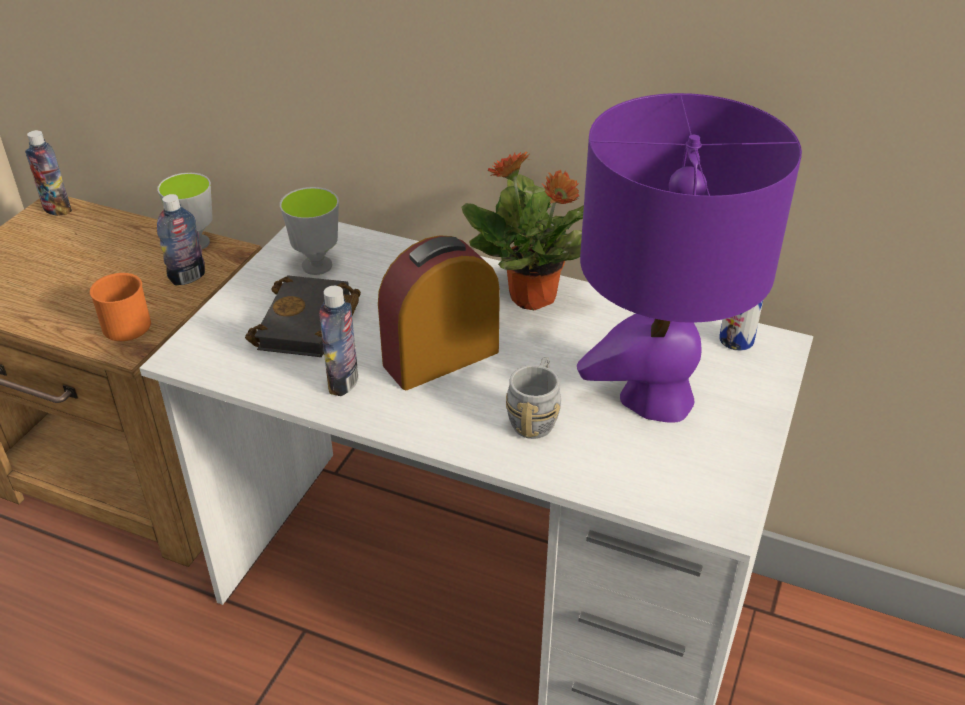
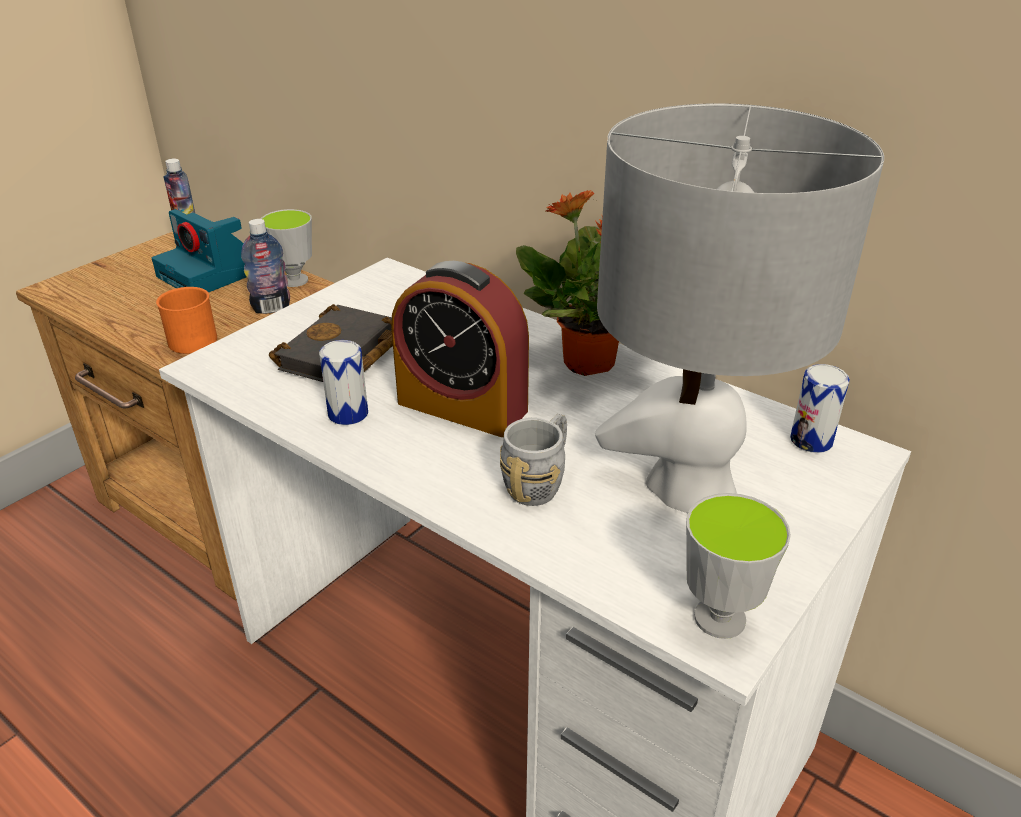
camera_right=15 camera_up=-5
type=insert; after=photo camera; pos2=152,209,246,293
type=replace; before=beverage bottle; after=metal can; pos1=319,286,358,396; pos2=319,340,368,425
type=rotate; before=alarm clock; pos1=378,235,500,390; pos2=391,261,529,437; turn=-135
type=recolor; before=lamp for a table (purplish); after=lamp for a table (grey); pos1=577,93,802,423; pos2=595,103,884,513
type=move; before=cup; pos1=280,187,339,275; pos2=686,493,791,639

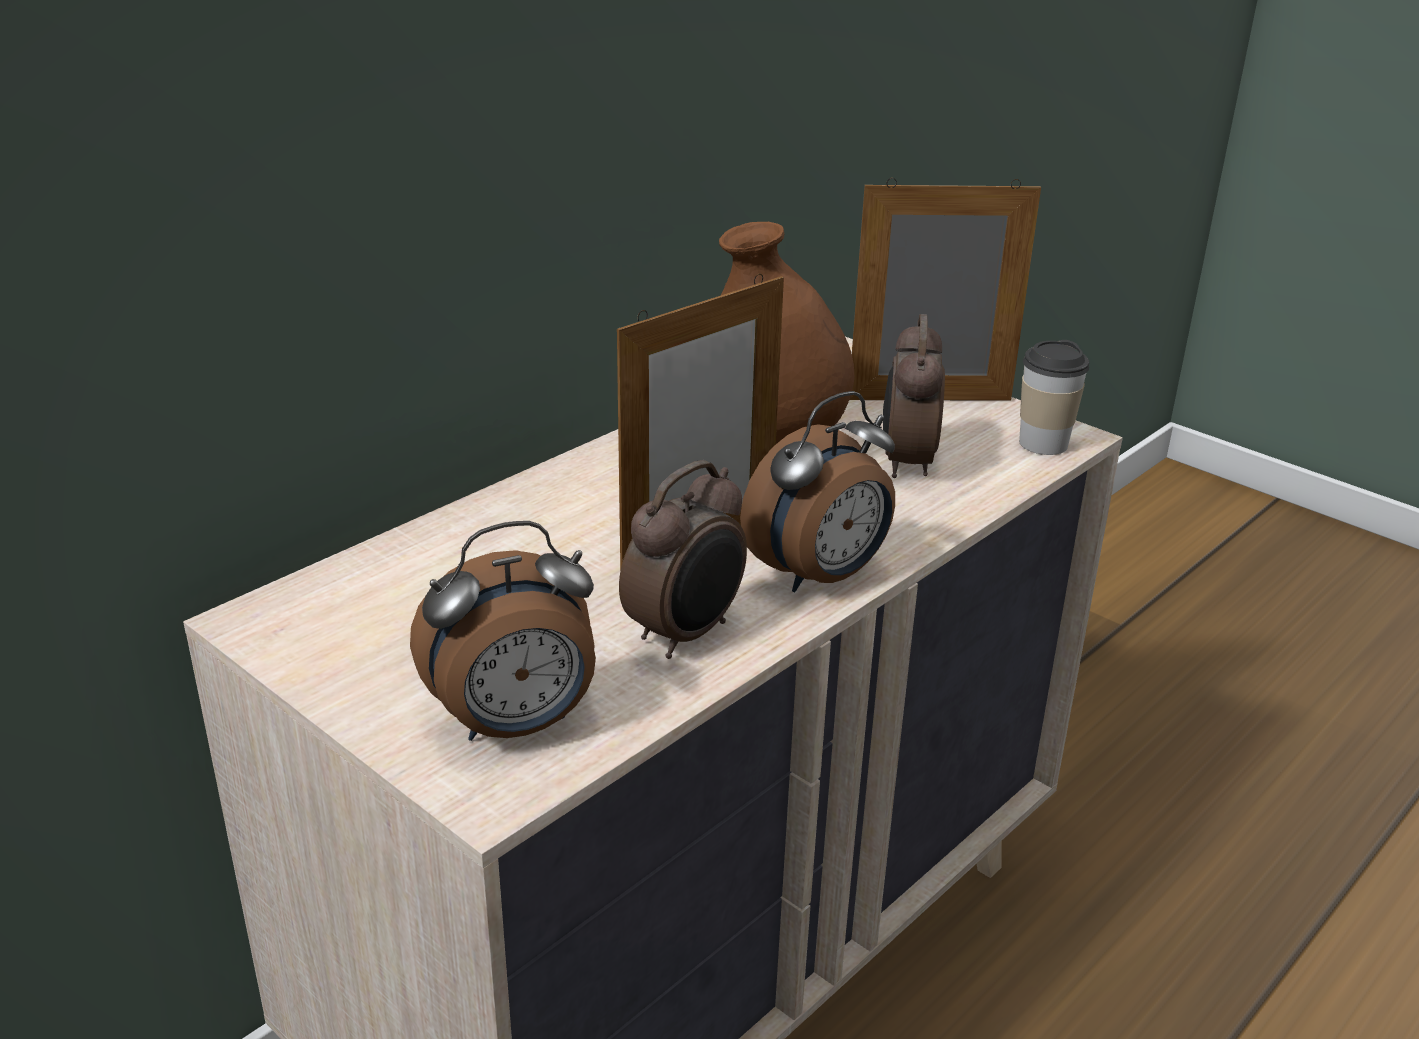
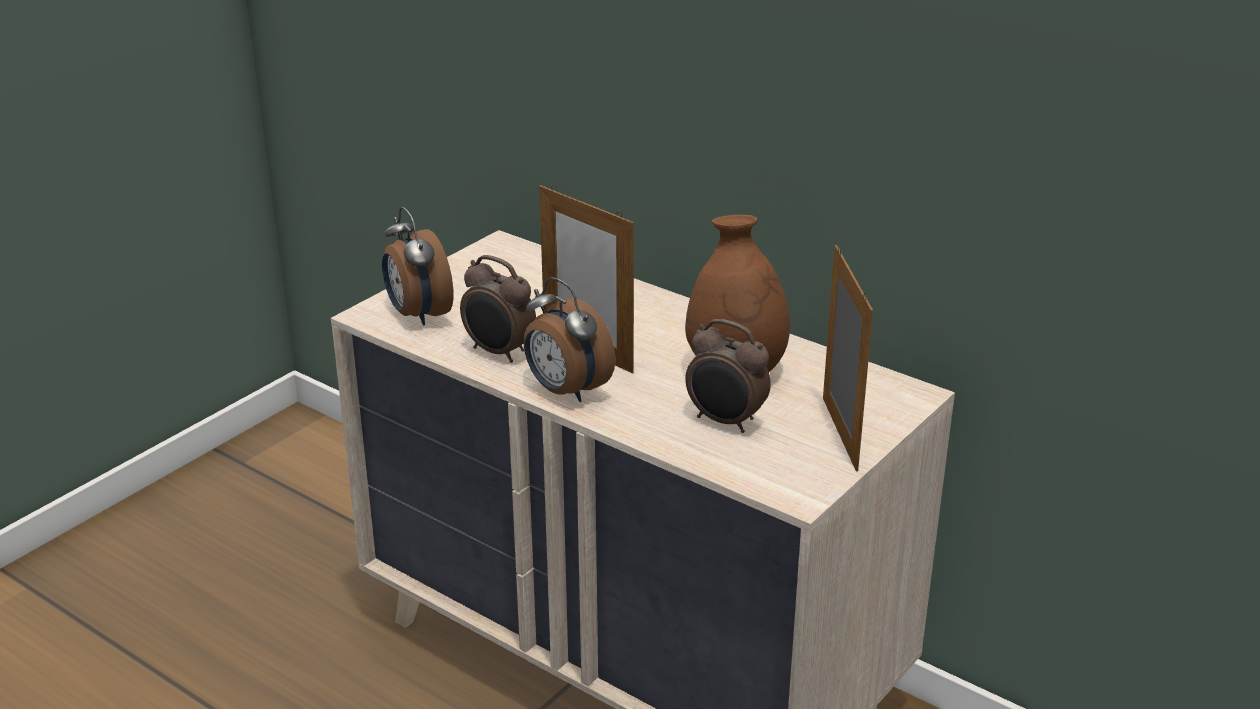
camera_right=85 camera_up=0
type=rotate; before=alarm clock; pos1=883,314,945,478; pos2=685,319,771,433; turn=-150
type=delete; before=cup; pos1=1019,340,1089,455

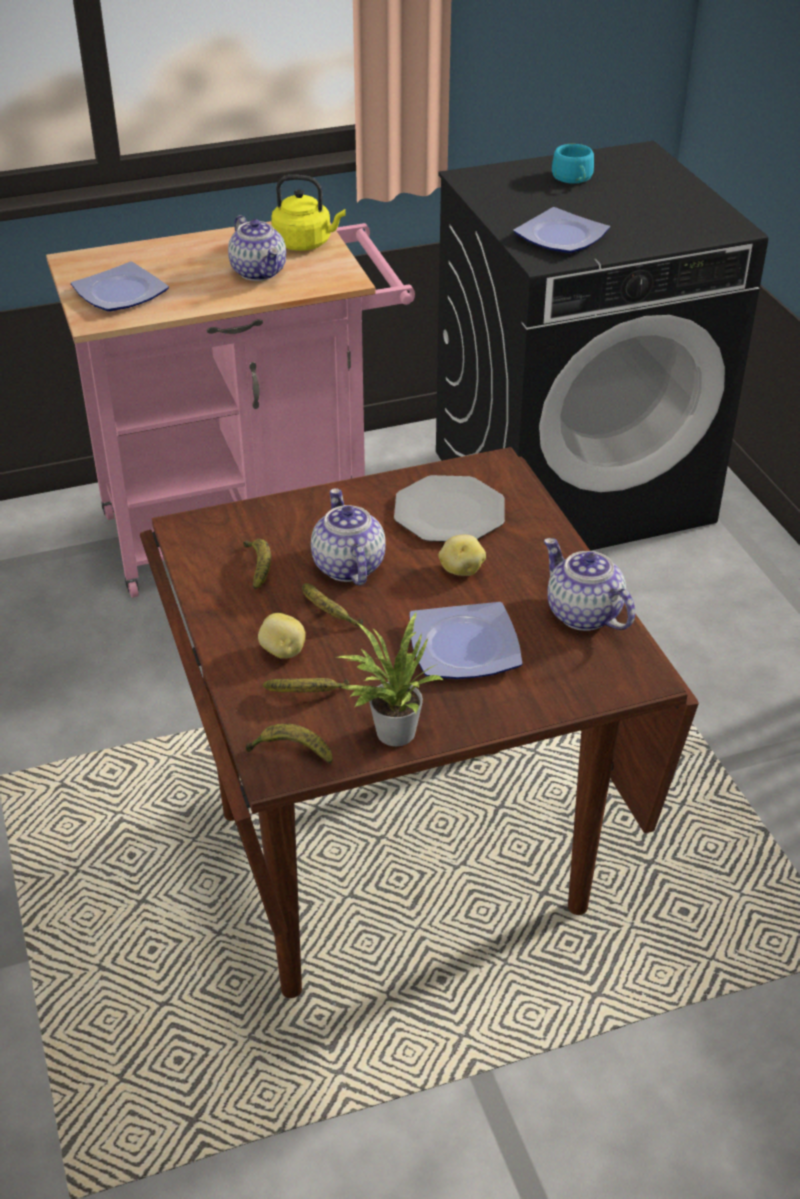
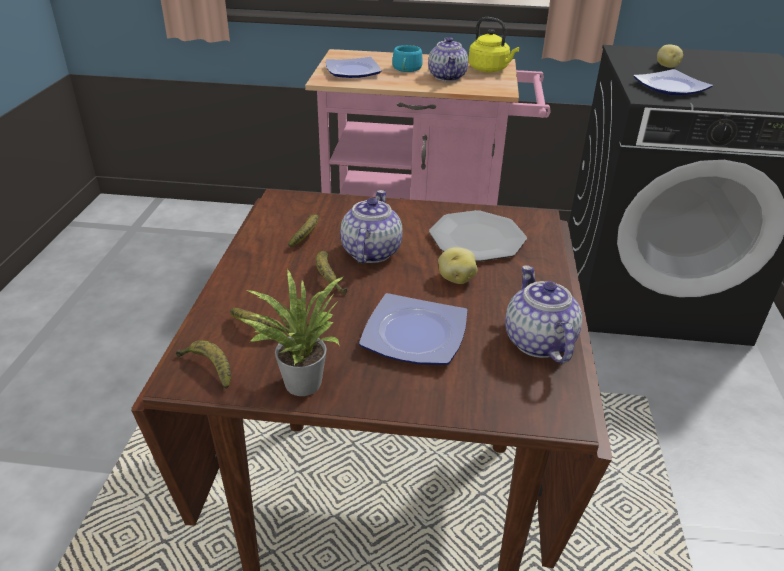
camera_right=25 camera_up=-5
type=move; before=cup (blue-green); pos1=552,144,594,184; pos2=392,45,423,72
type=move; before=whole potato; pos1=258,613,306,659; pos2=657,44,683,68

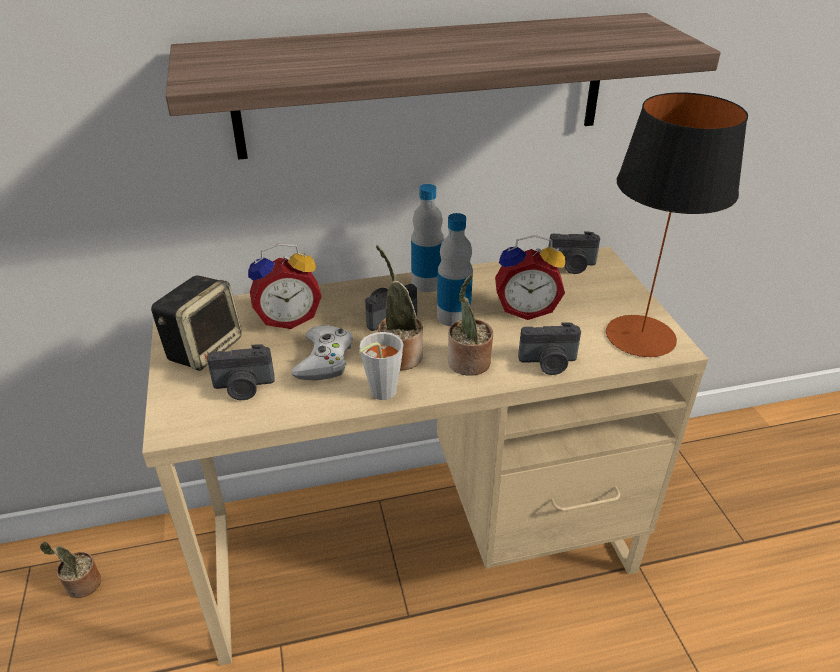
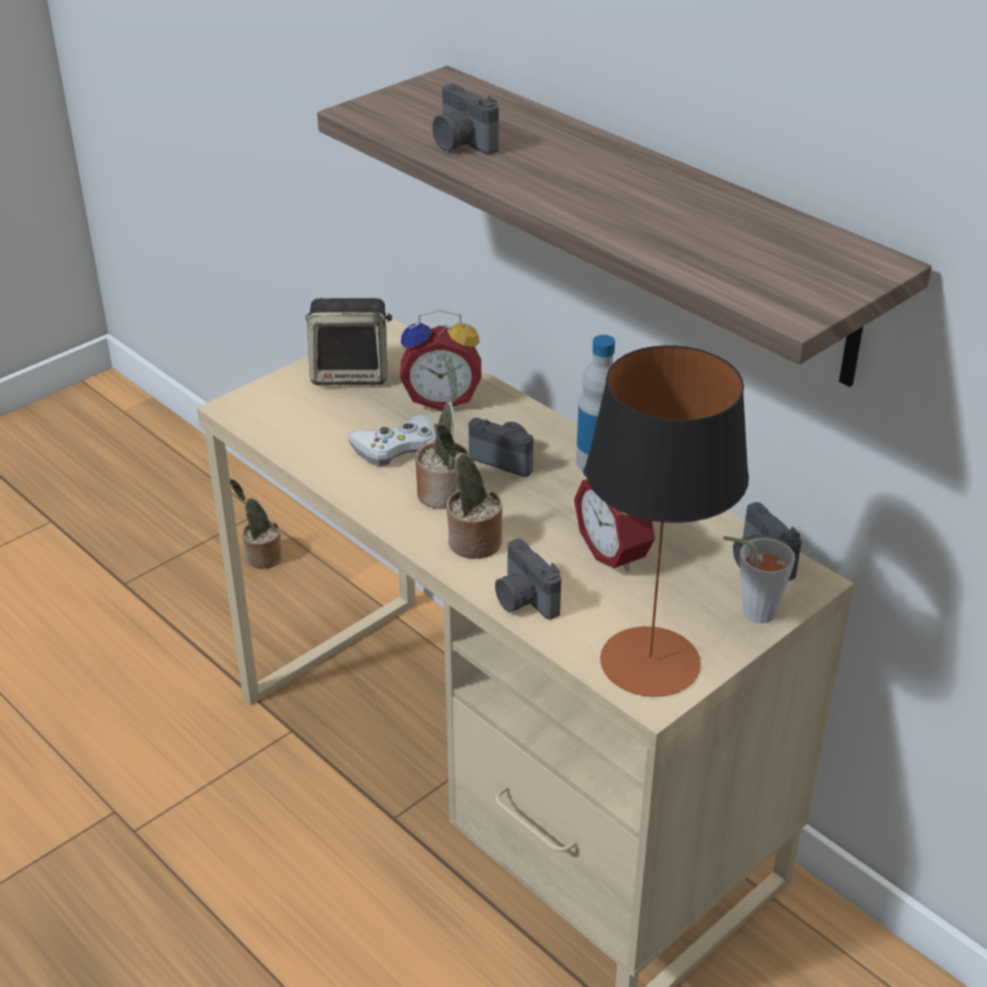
camera_right=60 camera_up=0
type=rotate; before=alarm clock; pos1=248,243,322,329; pos2=400,309,481,411; turn=-45
type=move; before=photo camera; pos1=207,344,275,400; pos2=432,84,499,154
type=move; before=cup (grey); pos1=358,332,403,400; pos2=723,536,795,623
type=delete; before=beverage bottle; pos1=437,213,473,326

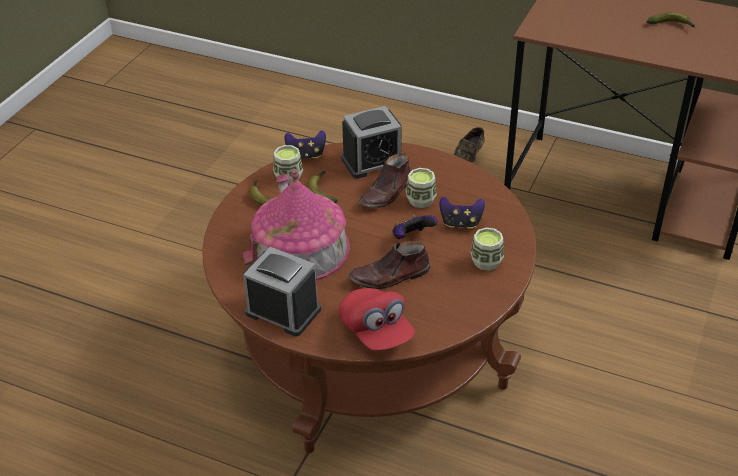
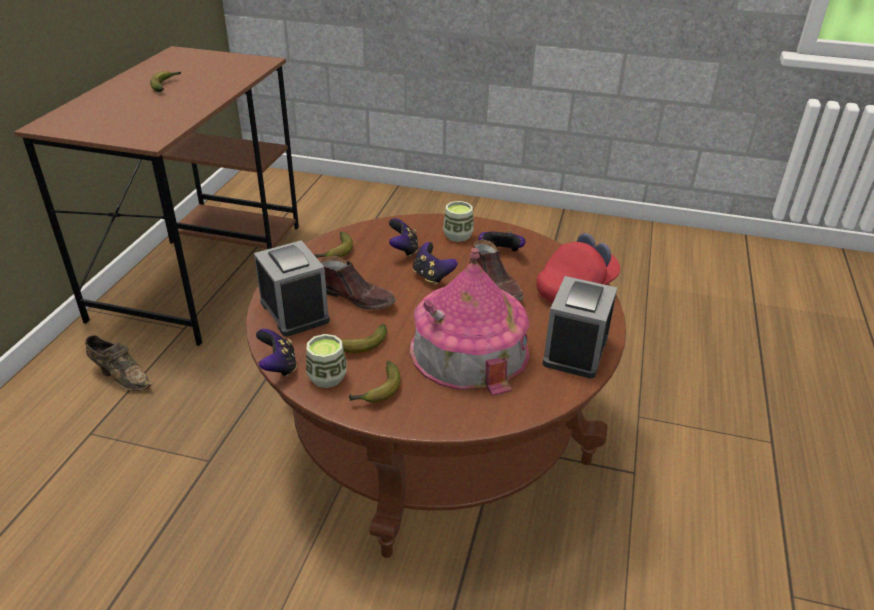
camera_right=-100 camera_up=-5
type=insert; after=banana fruit; pos2=315,232,353,258
type=insert; after=gamepad; pos2=478,230,525,252
type=delete; before=cup; pos1=406,168,437,208

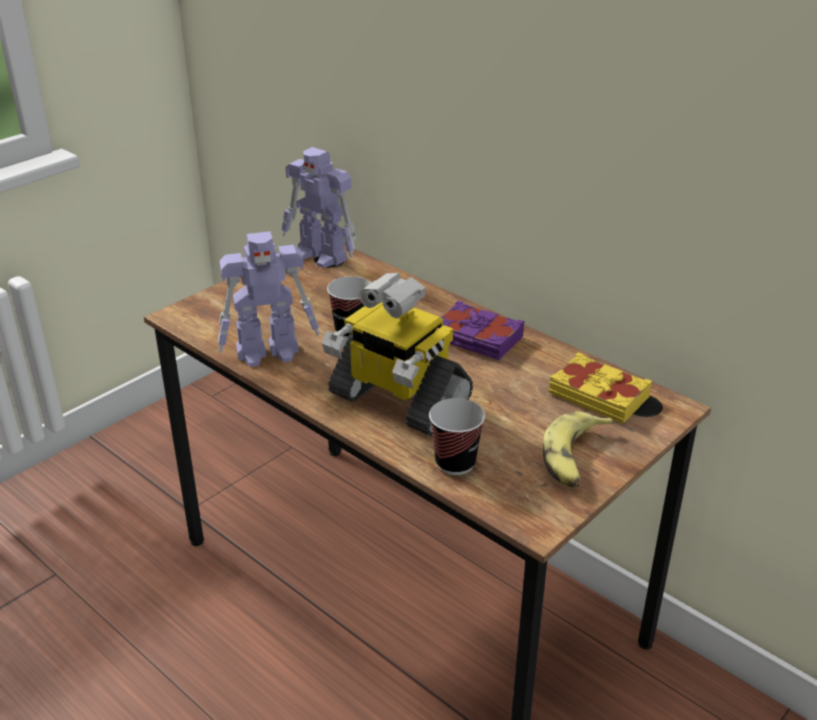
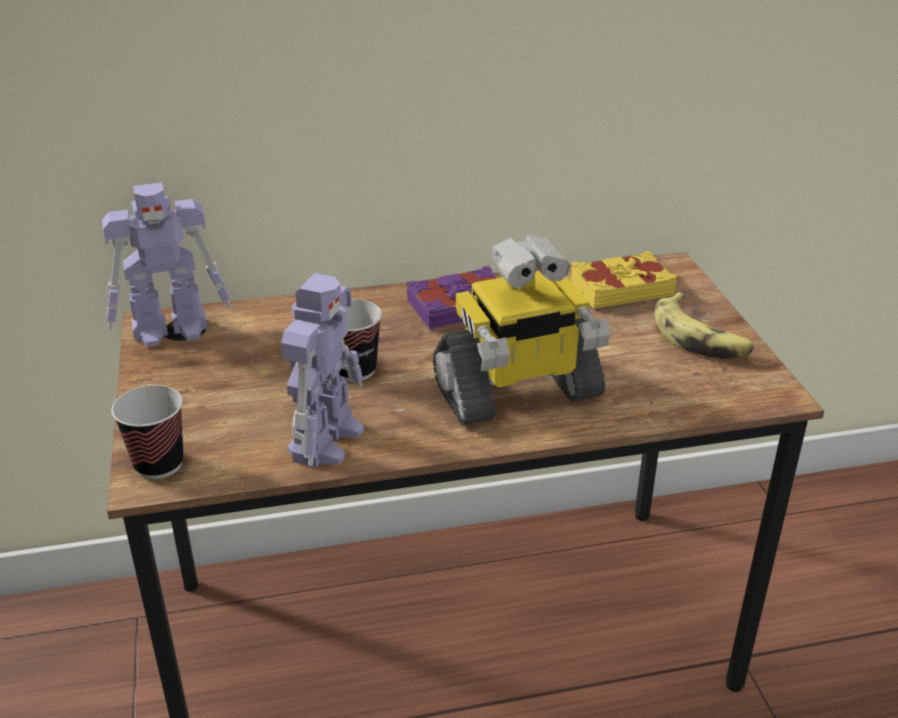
camera_right=-55 camera_up=0
type=move; before=cup; pos1=429,398,485,475; pos2=112,385,183,479

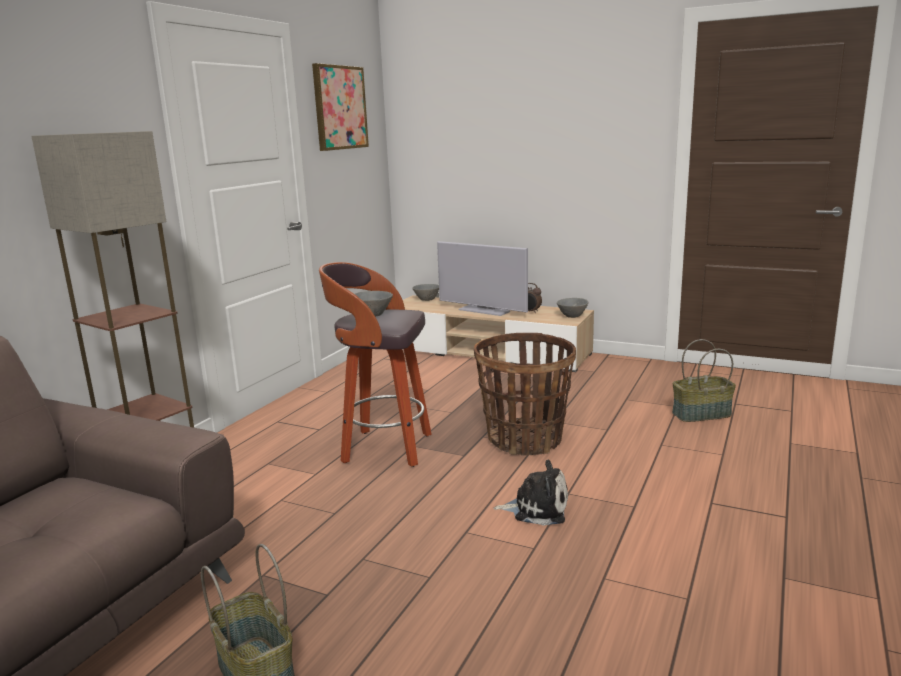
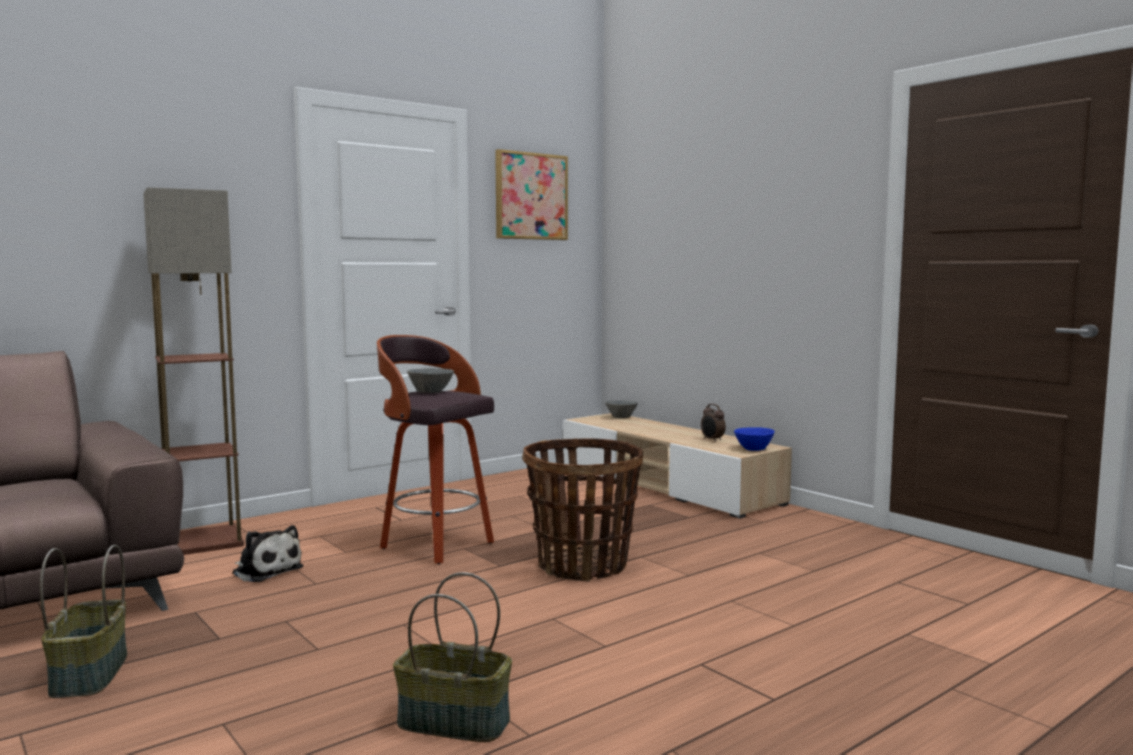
camera_right=25 camera_up=-10
type=move; before=plush toy; pos1=493,460,568,526; pos2=232,525,303,582
type=move; before=basket; pos1=672,339,736,422; pos2=393,572,512,742
type=recolor; before=serving bowl (grey); after=serving bowl (bluish); pos1=557,298,588,318; pos2=734,427,775,451
type=delete; before=TV set; pos1=437,241,528,316

